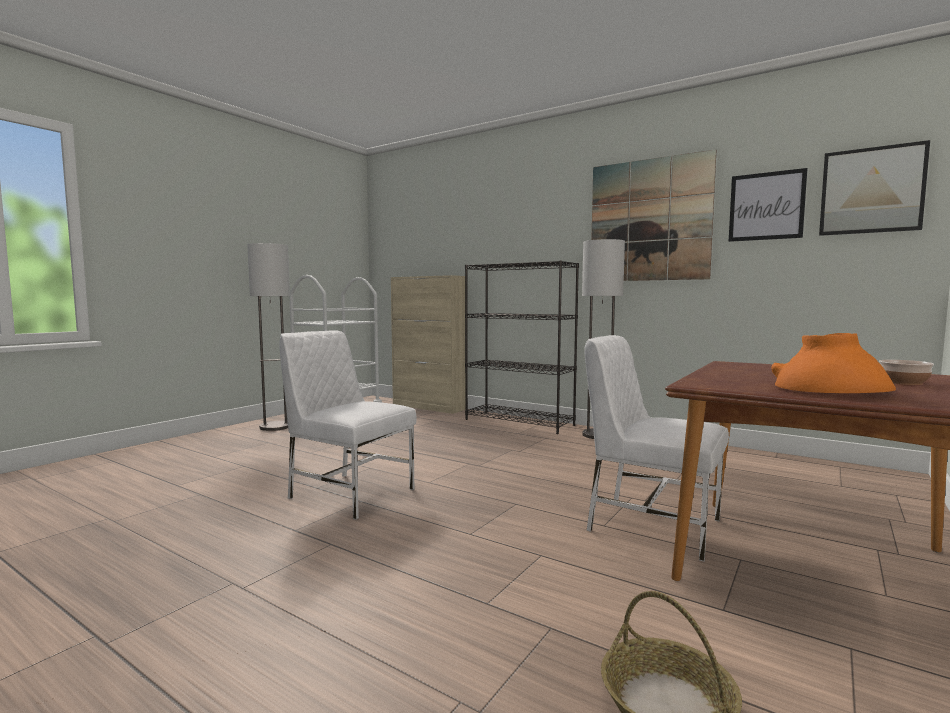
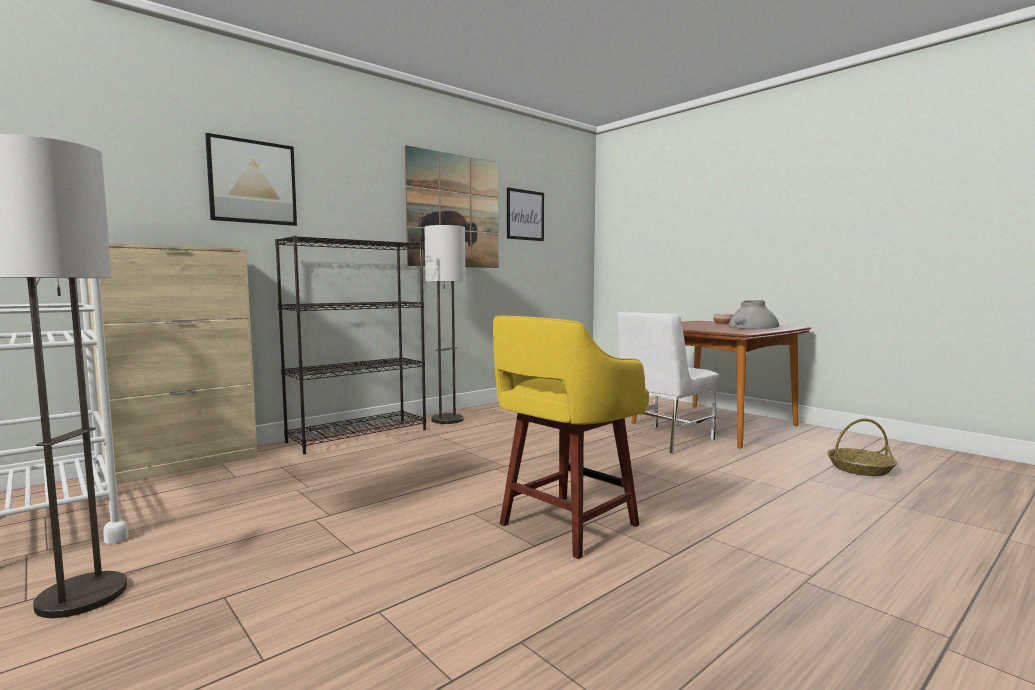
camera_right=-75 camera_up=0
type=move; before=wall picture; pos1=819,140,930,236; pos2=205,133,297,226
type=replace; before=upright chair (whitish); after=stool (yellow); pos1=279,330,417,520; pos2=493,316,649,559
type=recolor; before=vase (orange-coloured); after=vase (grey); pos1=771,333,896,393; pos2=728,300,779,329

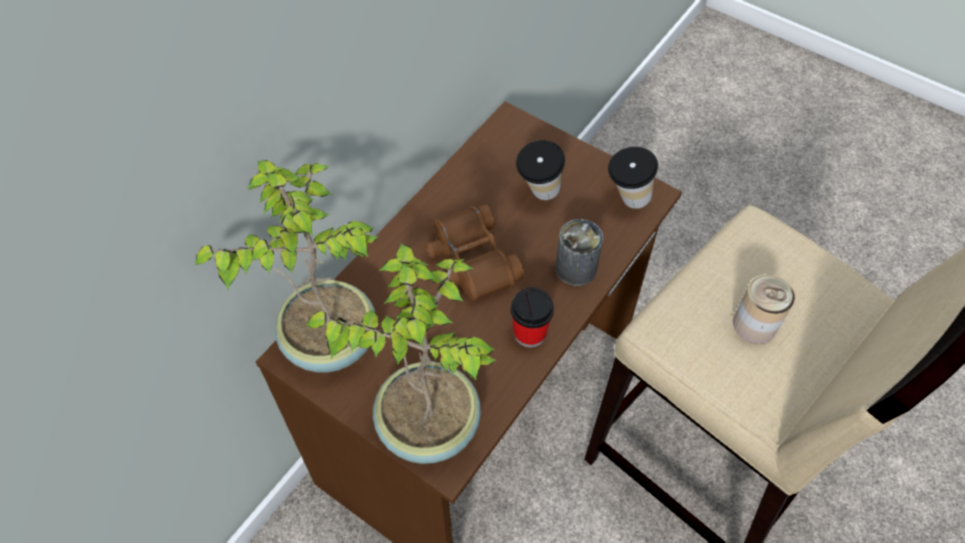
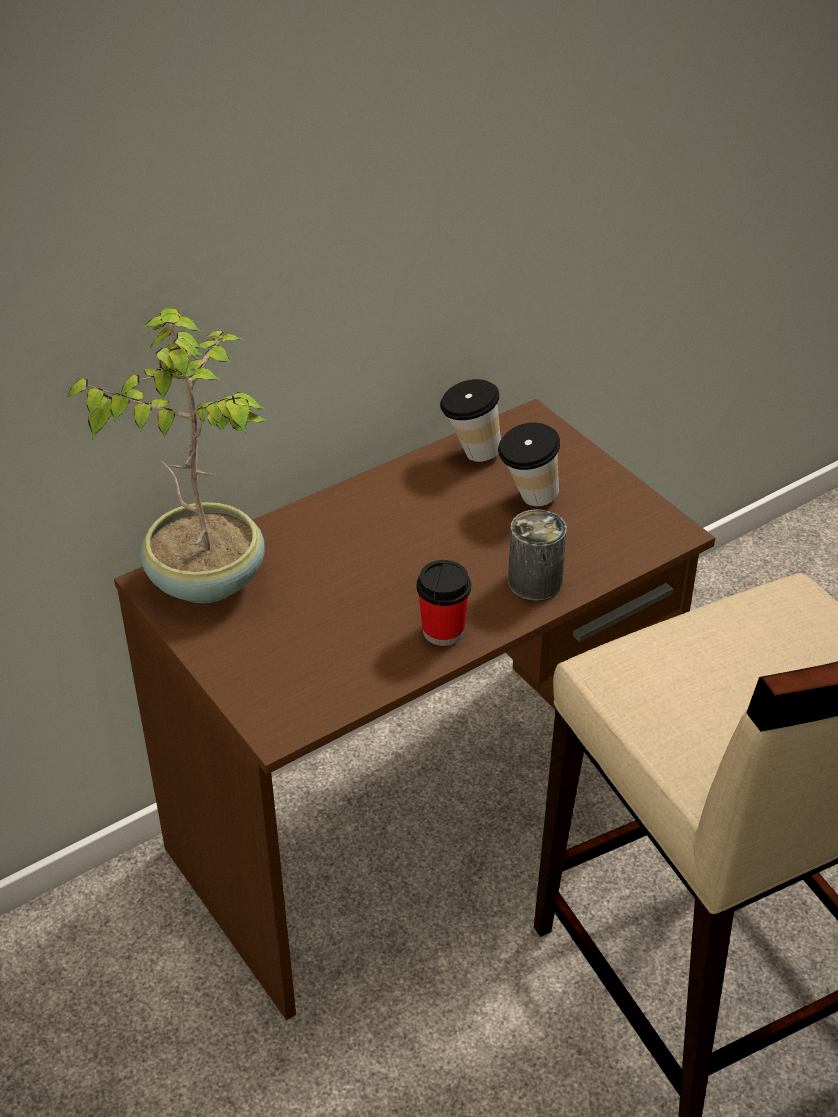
camera_right=20 camera_up=-15
type=move; before=cup; pos1=608,147,658,209; pos2=440,379,501,462
type=delete; before=potted plant; pos1=306,243,496,464
type=delete; before=pair of binoculars (brown); pos1=425,205,524,301
type=delete; before=metal can; pos1=733,274,795,344

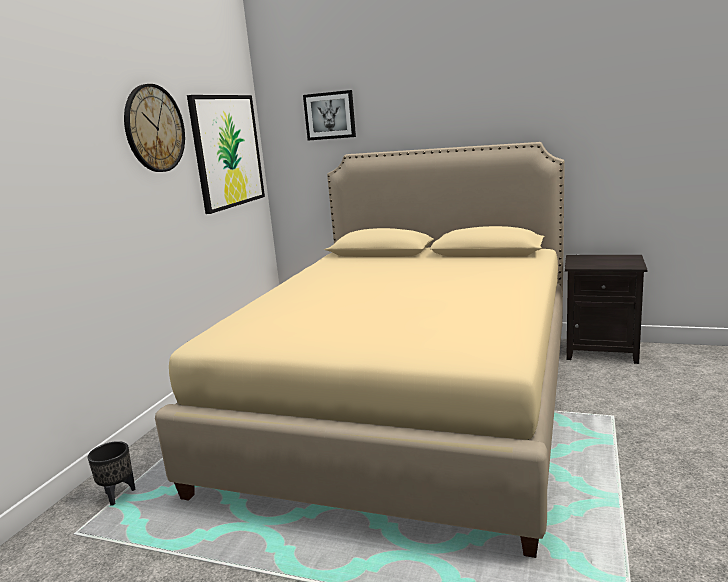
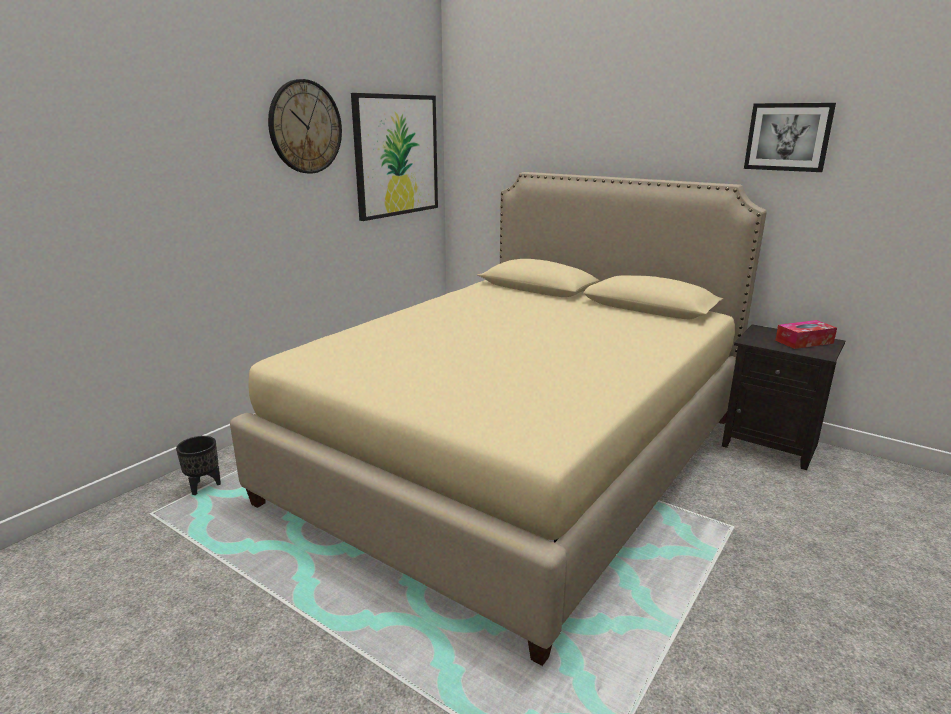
camera_right=15 camera_up=5
type=move; before=wall picture; pos1=303,90,356,140; pos2=744,103,836,172
type=insert; after=box of tissues; pos2=775,320,837,349

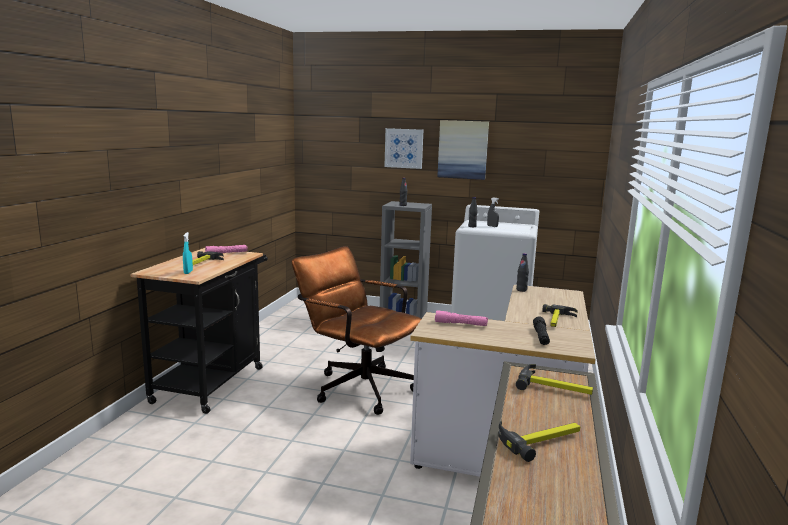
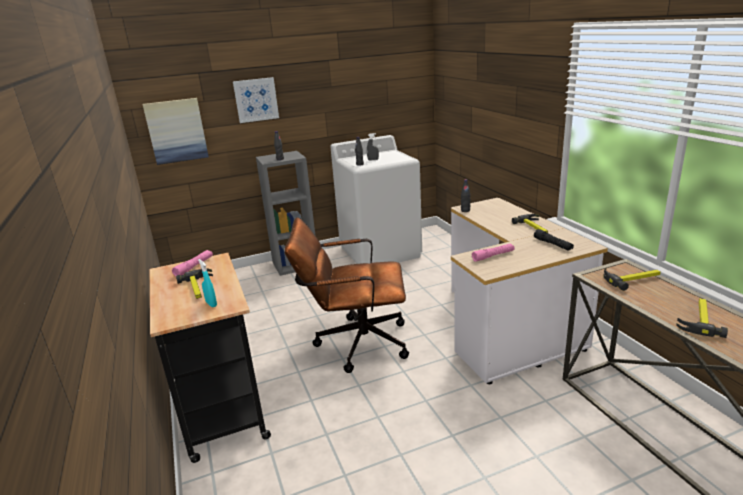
camera_right=-35 camera_up=10
type=move; before=wall picture; pos1=437,120,489,180; pos2=143,98,209,165

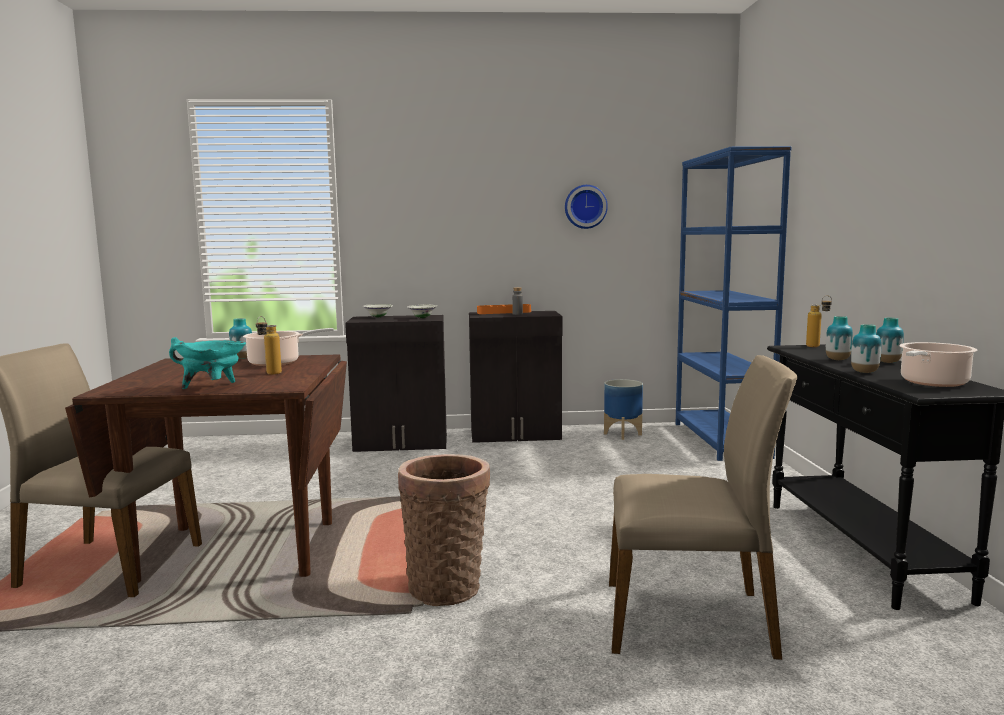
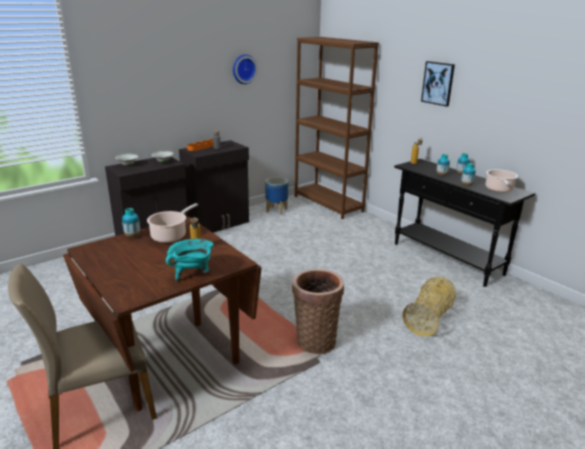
camera_right=-35 camera_up=15
type=recolor; before=bookcase (bluish); after=bookcase (brown); pos1=675,146,792,461; pos2=295,37,379,219
type=replace; before=upright chair (sand-coloured); after=basket; pos1=609,355,797,660; pos2=402,277,456,336
type=insert; after=wall picture; pos2=421,61,455,107

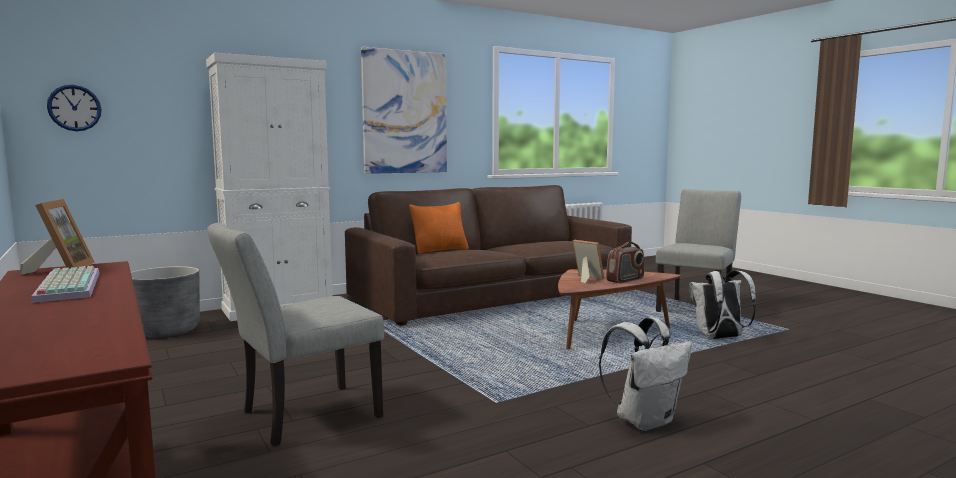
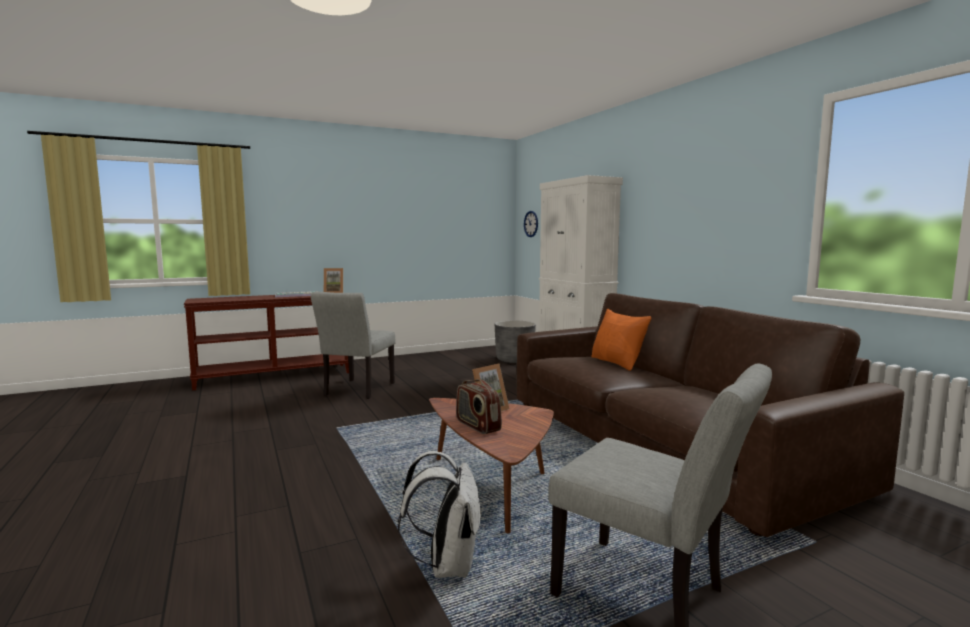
camera_right=95 camera_up=0
type=rotate; before=upright chair (grey); pos1=207,223,384,446; pos2=311,292,396,399; turn=-135
type=delete; before=wall picture; pos1=361,47,447,174
type=delete; before=backpack (whitish); pos1=599,317,692,431

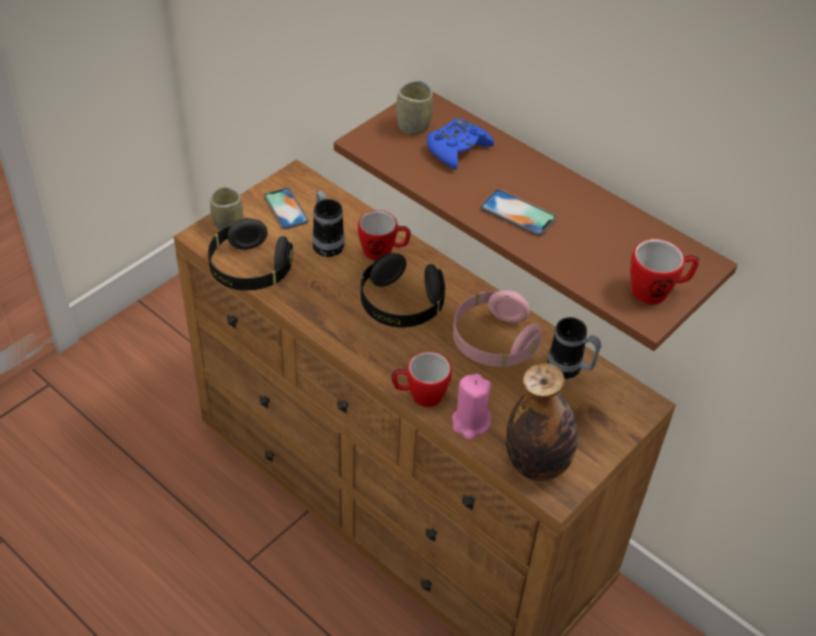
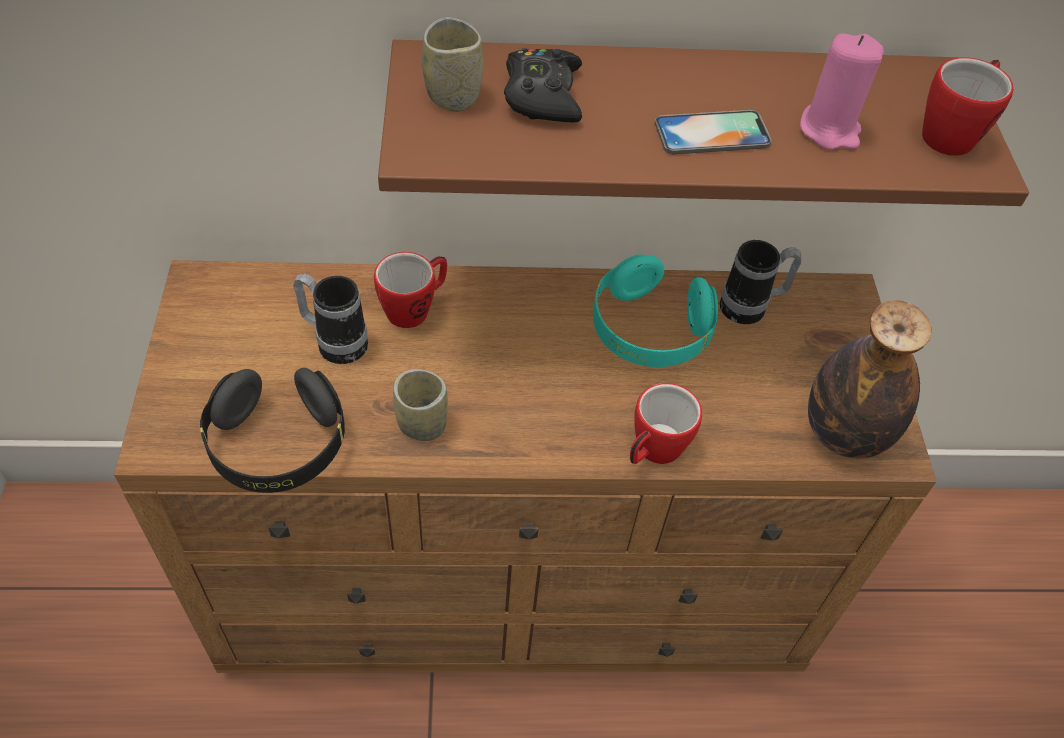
camera_right=-45 camera_up=5
type=move; before=cup; pos1=210,187,243,231; pos2=393,369,448,441
type=recolor; before=gamepad (bluish); after=gamepad (black-coloured); pos1=427,118,494,169; pos2=504,48,582,123
type=recolor; before=pair of headphones (pinkish); after=pair of headphones (blue-green); pos1=453,290,542,367; pos2=593,254,718,367
type=move; before=wax candle (pinkish); pos1=452,374,491,440; pos2=800,34,884,150
type=delete; before=handset; pos1=264,188,308,229
type=delete; before=pair of headphones (black-coloured); pos1=361,253,445,328

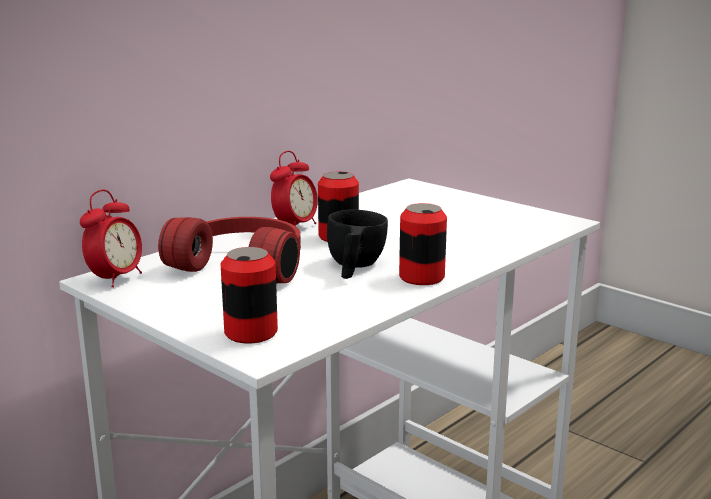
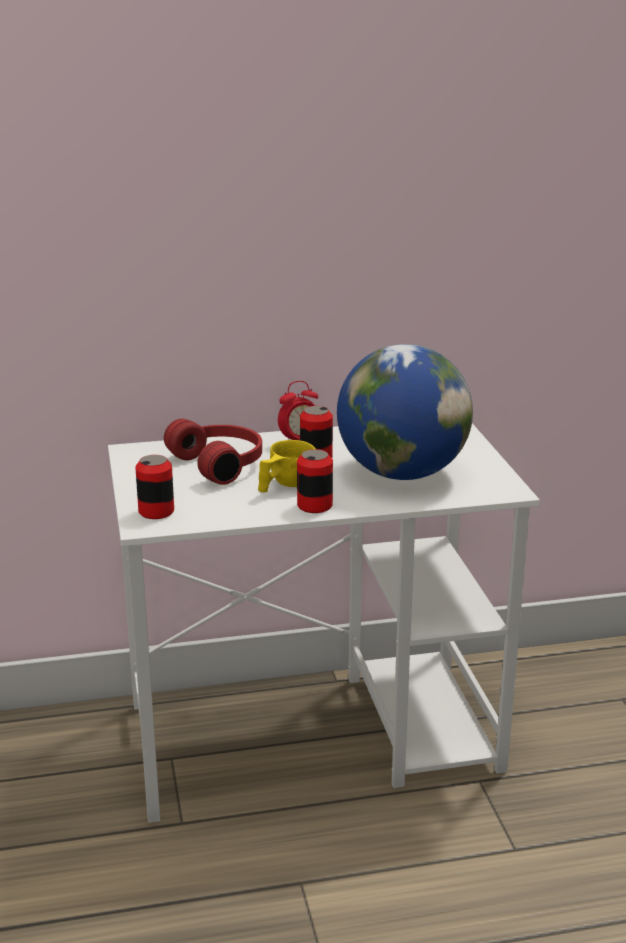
camera_right=35 camera_up=5
type=recolor; before=cup (black-coloured); after=cup (yellow); pos1=327,209,388,279; pos2=258,440,316,492
type=insert; after=desk globe; pos2=337,344,473,480
type=delete; before=alarm clock; pos1=80,190,142,288

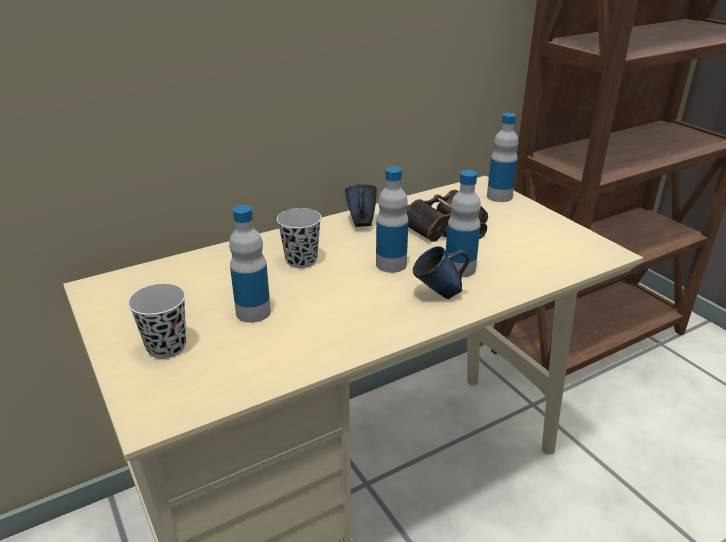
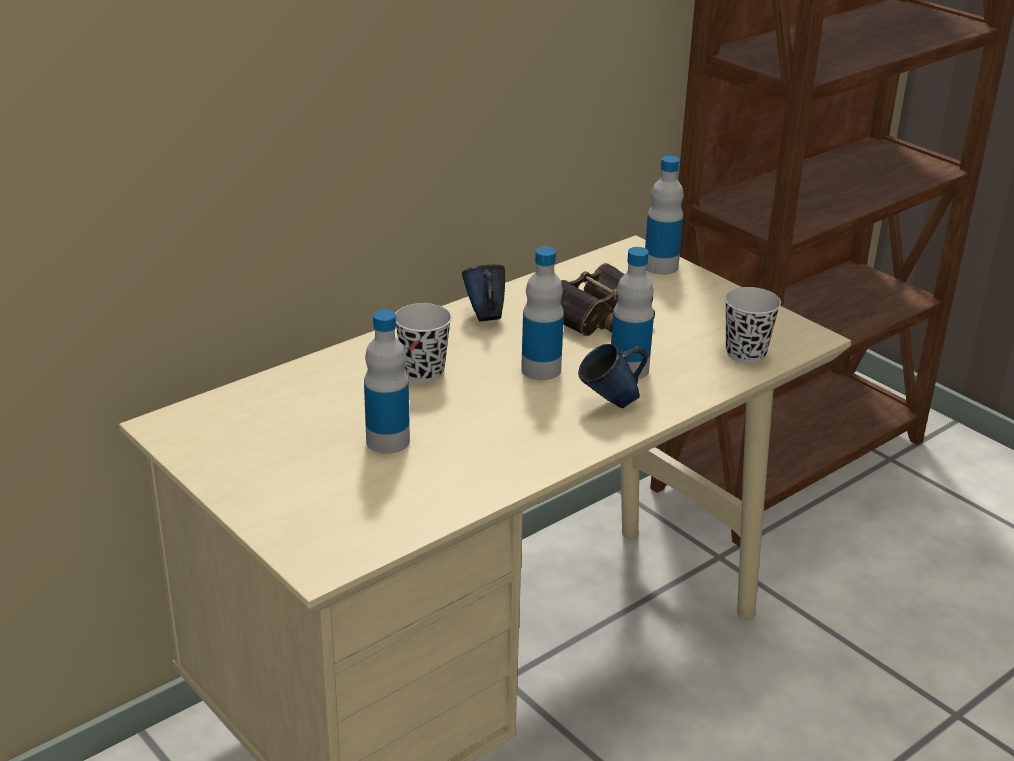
camera_right=-10 camera_up=0
type=move; before=cup (black-coloured); pos1=128,284,186,359; pos2=724,287,781,364

